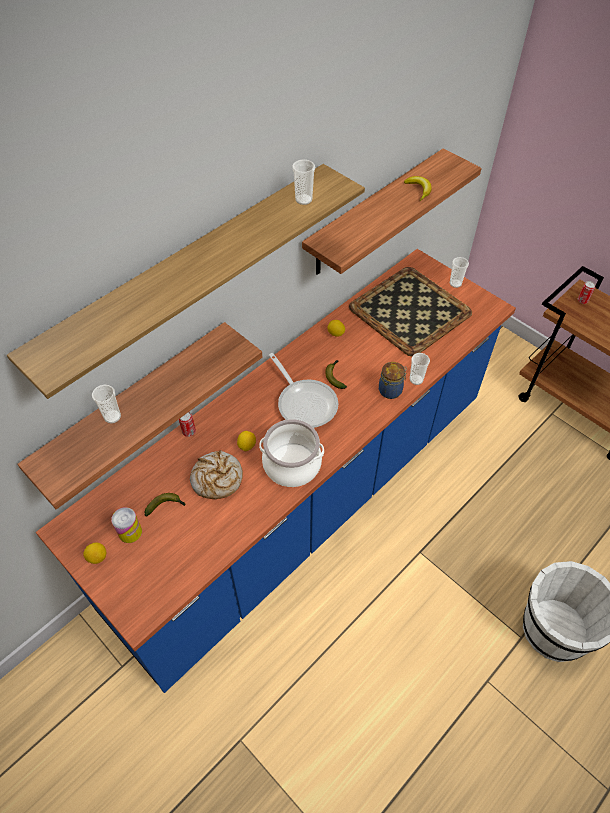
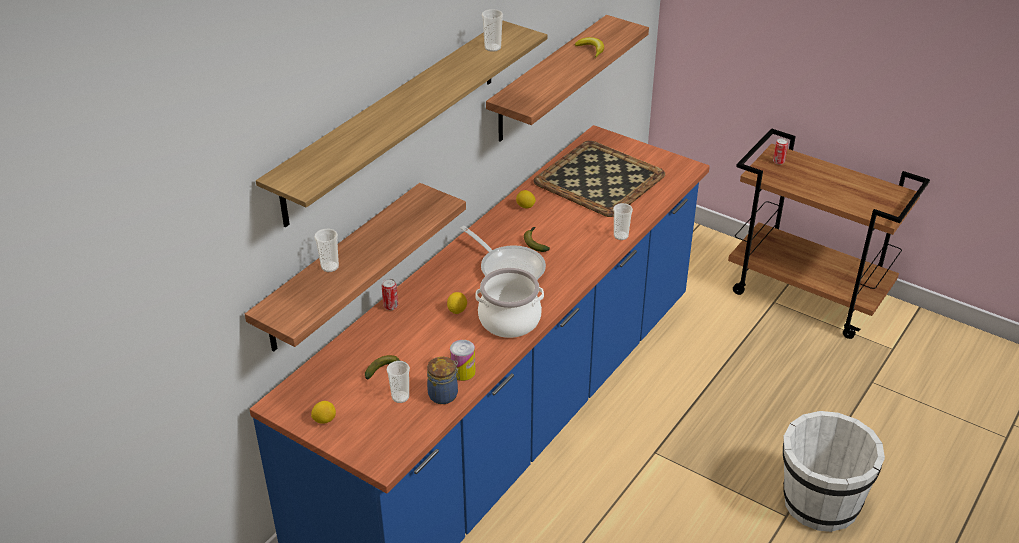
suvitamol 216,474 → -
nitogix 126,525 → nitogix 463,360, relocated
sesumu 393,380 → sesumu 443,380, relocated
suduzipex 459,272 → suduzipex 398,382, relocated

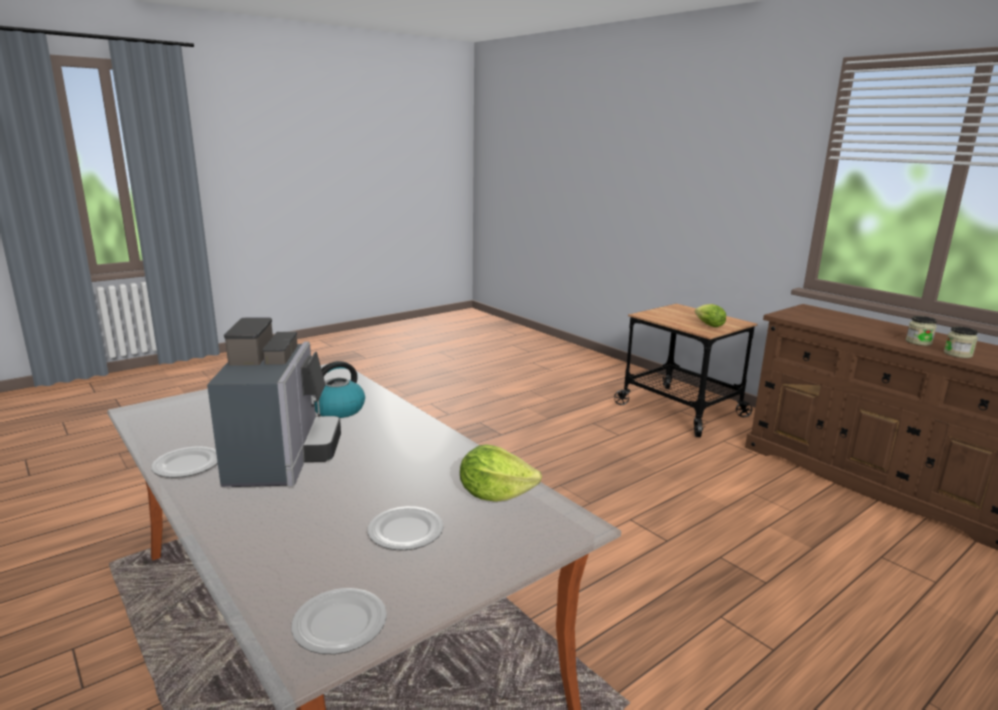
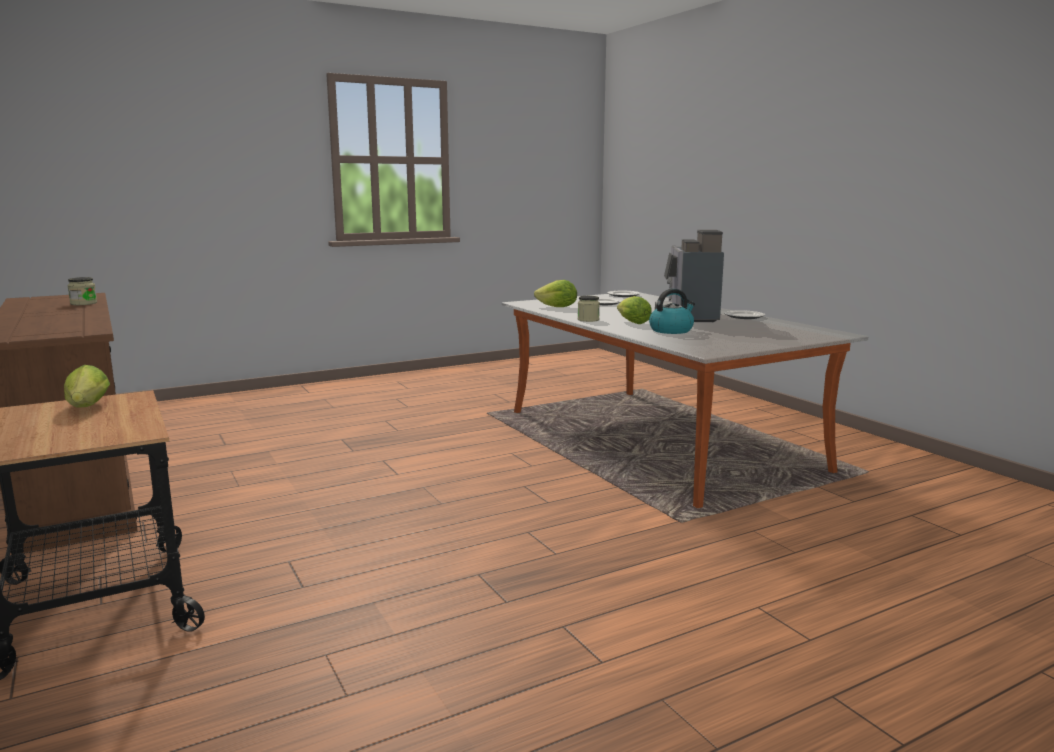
- → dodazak 634,310
sesumu 921,331 → sesumu 589,309, relocated

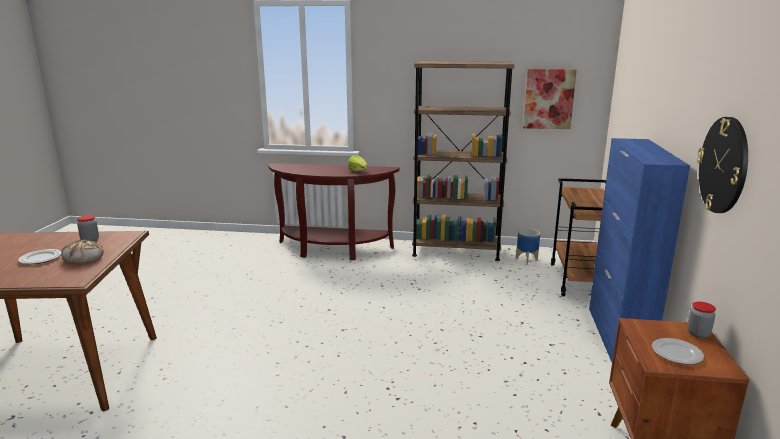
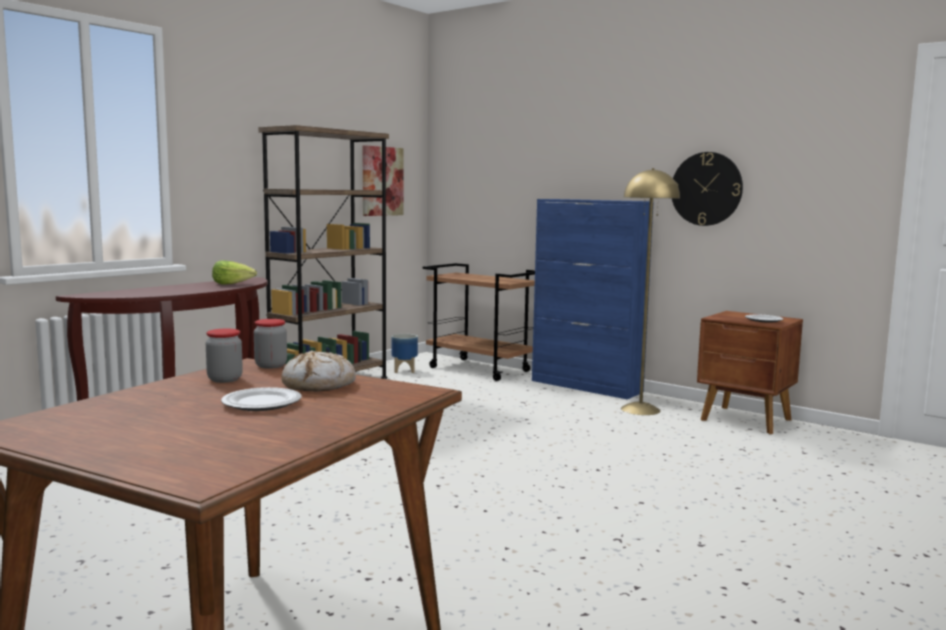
- → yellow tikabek 650,291
sesumu 701,320 → sesumu 270,344, relocated

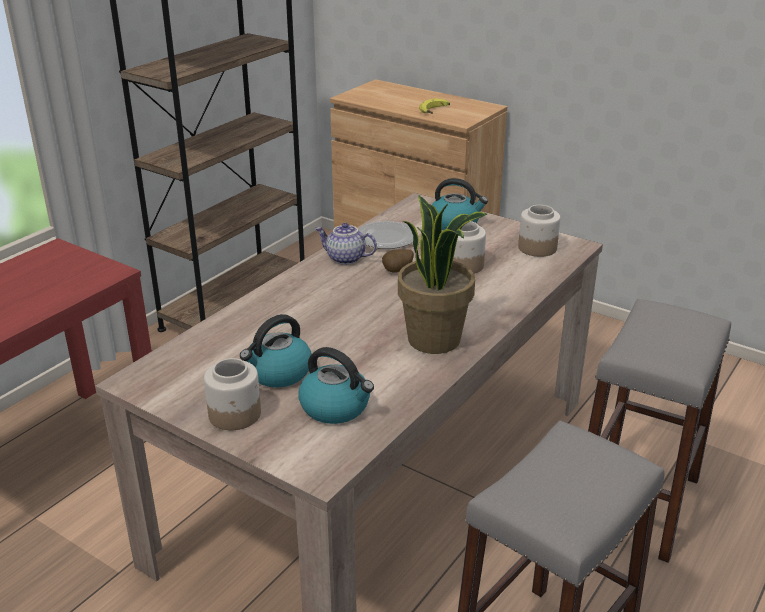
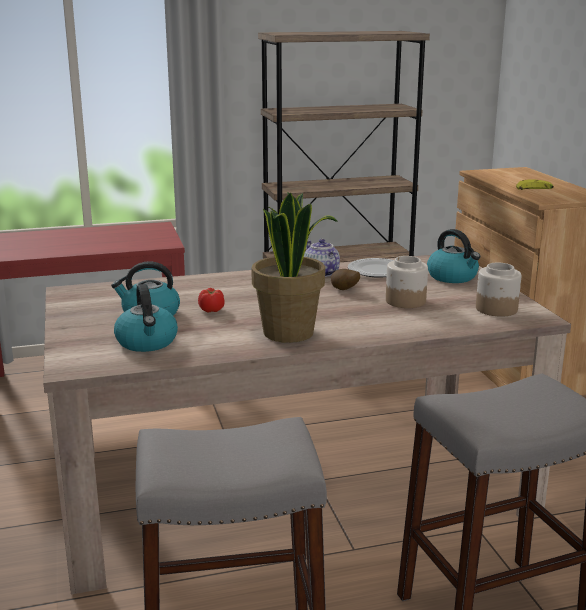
sesumu 232,394 → -
- → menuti 211,300

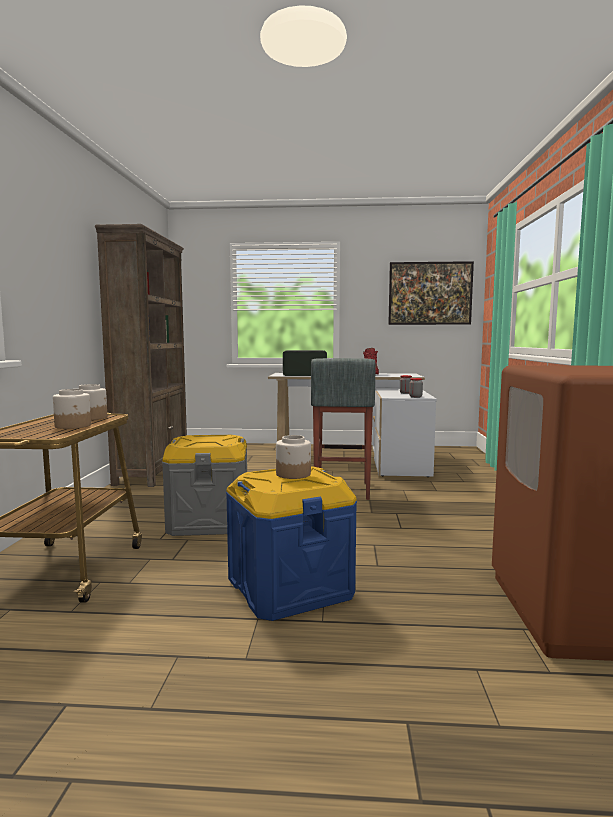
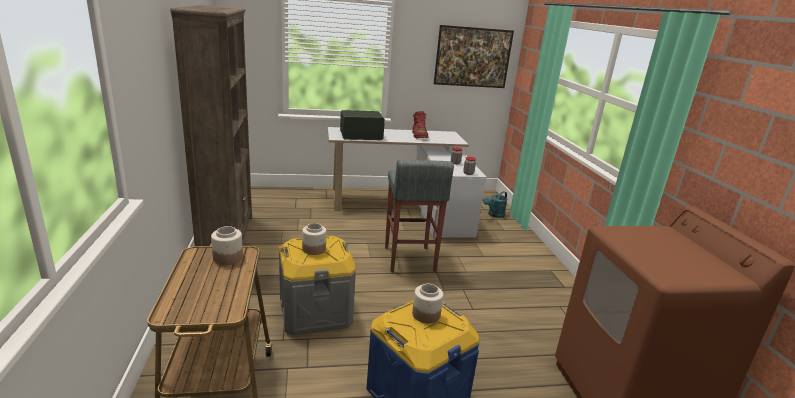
- → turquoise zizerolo 495,204
sesumu 72,409 → sesumu 314,239, relocated

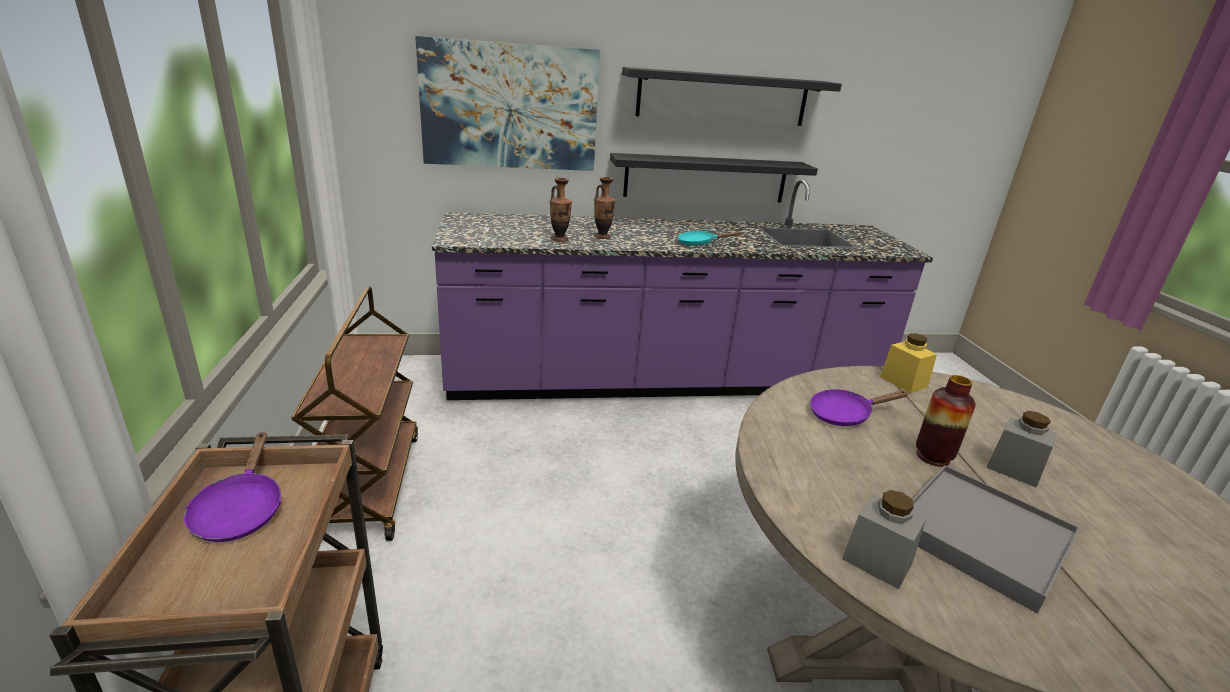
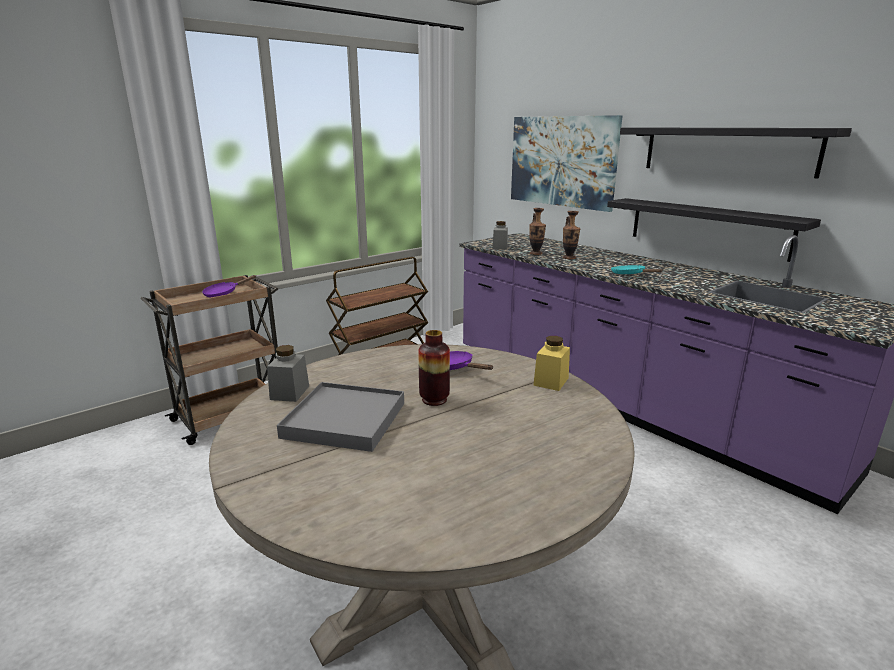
grey sesumu 1021,449 → grey sesumu 500,235, relocated

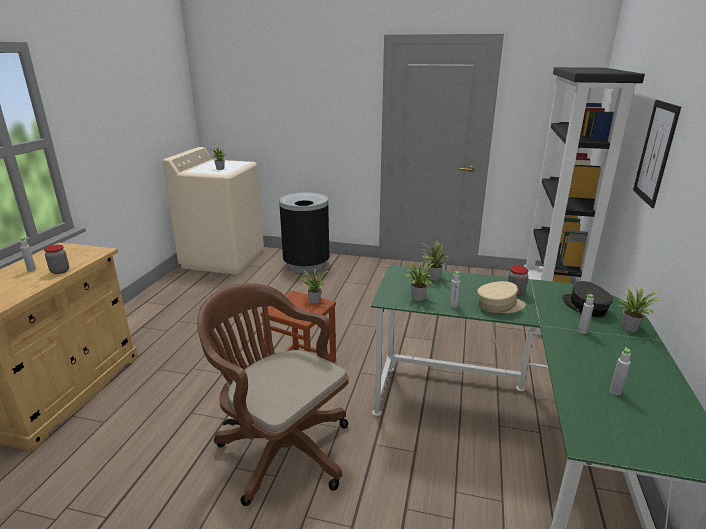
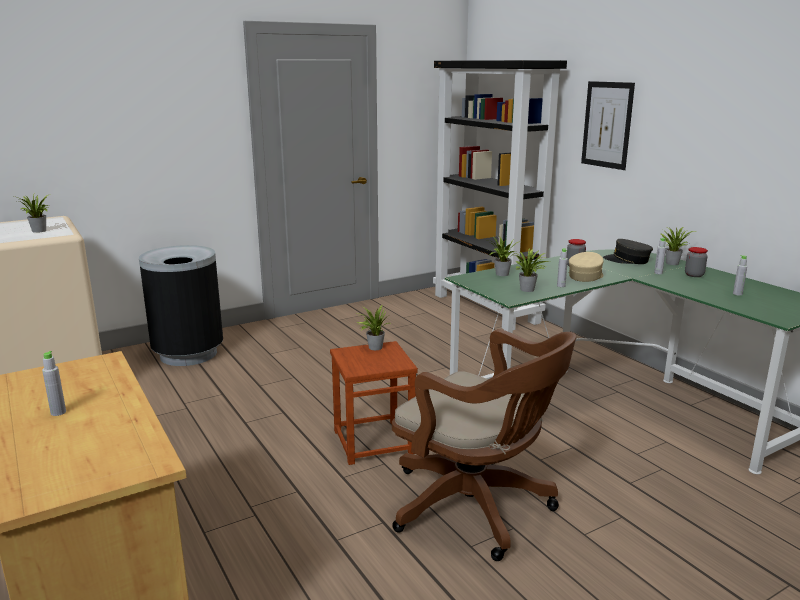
sesumu 56,259 → sesumu 696,262, relocated
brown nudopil 273,394 → brown nudopil 484,445, 135 degrees counterclockwise

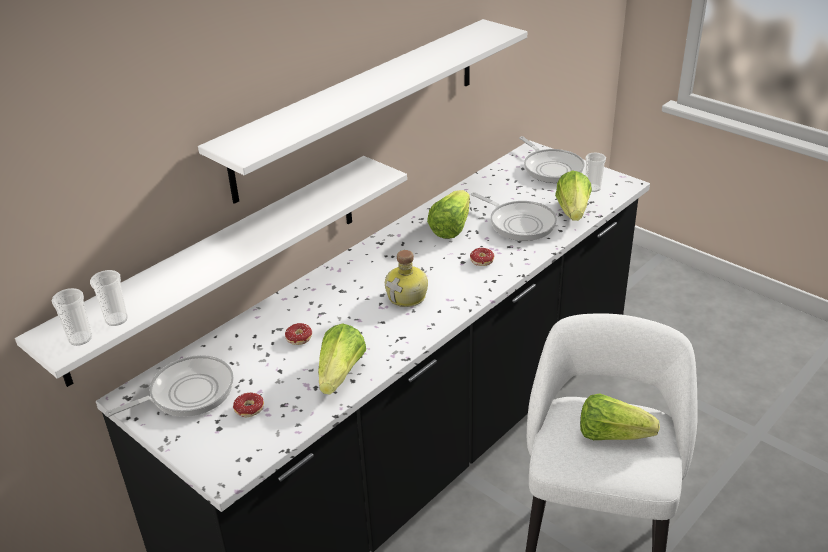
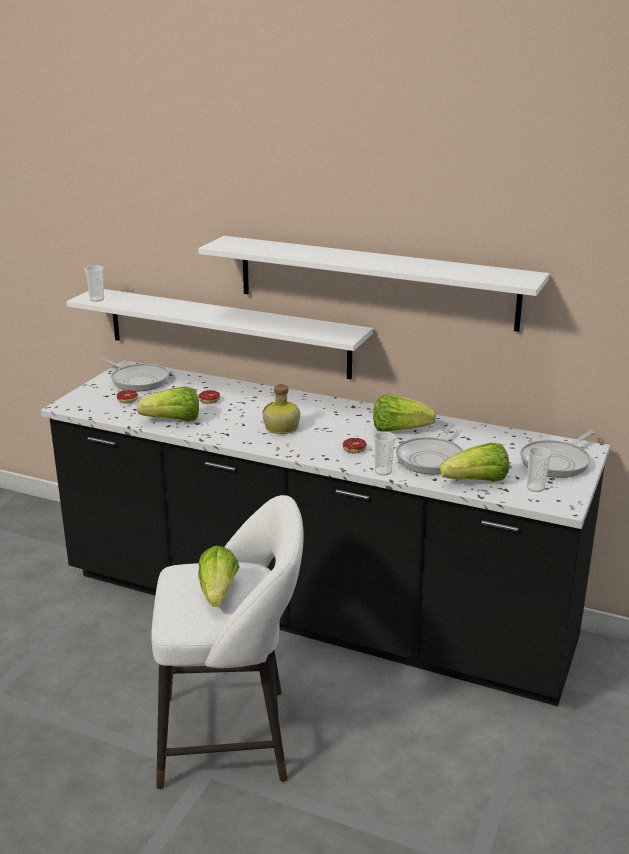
suduzipex 109,298 → suduzipex 384,453, relocated

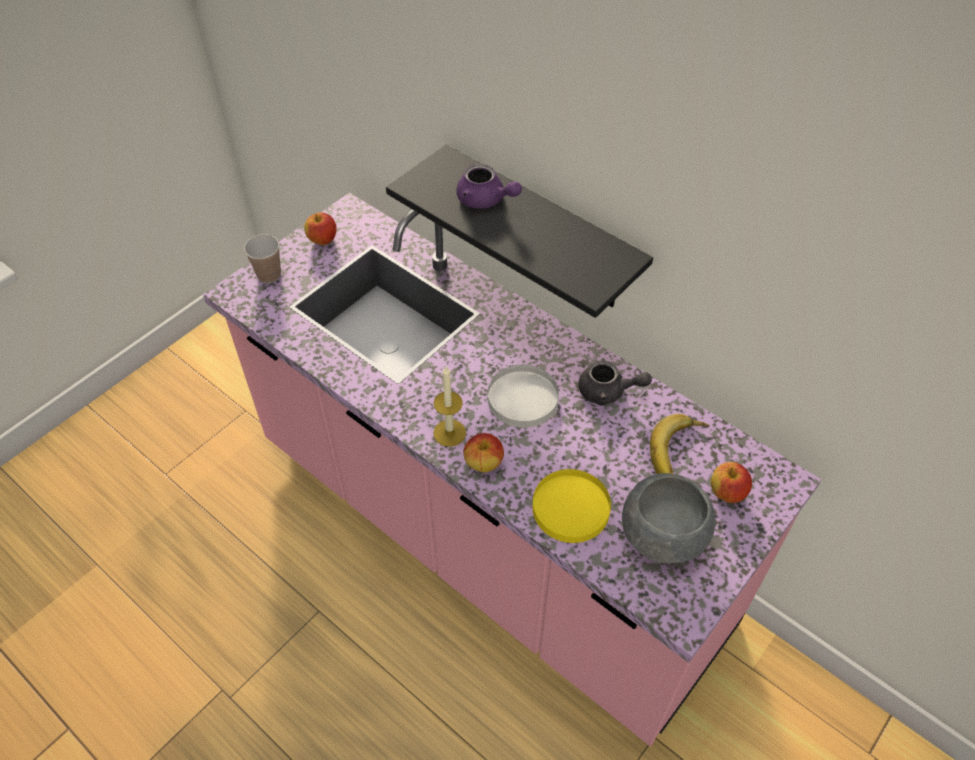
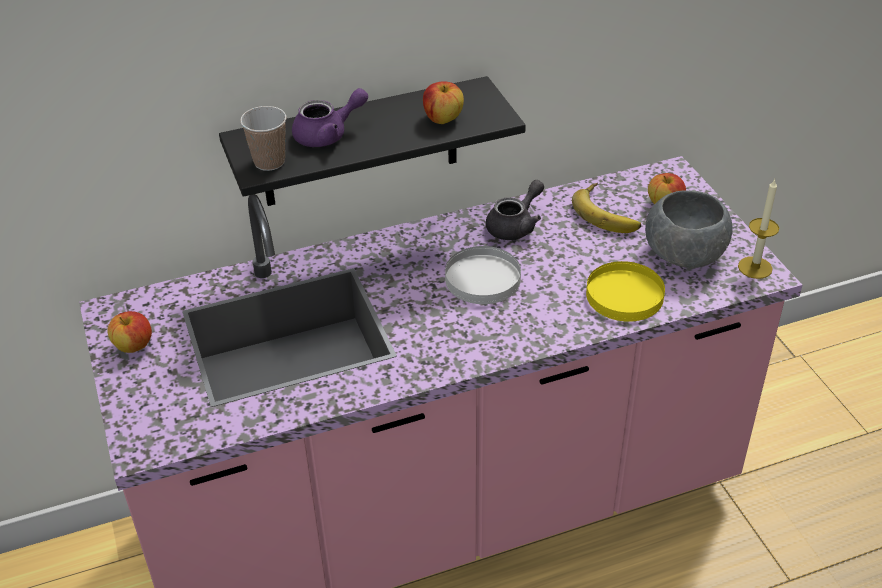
suduzipex 262,258 → suduzipex 263,138, relocated
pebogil 449,407 → pebogil 758,229, relocated
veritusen 483,452 → veritusen 443,102, relocated

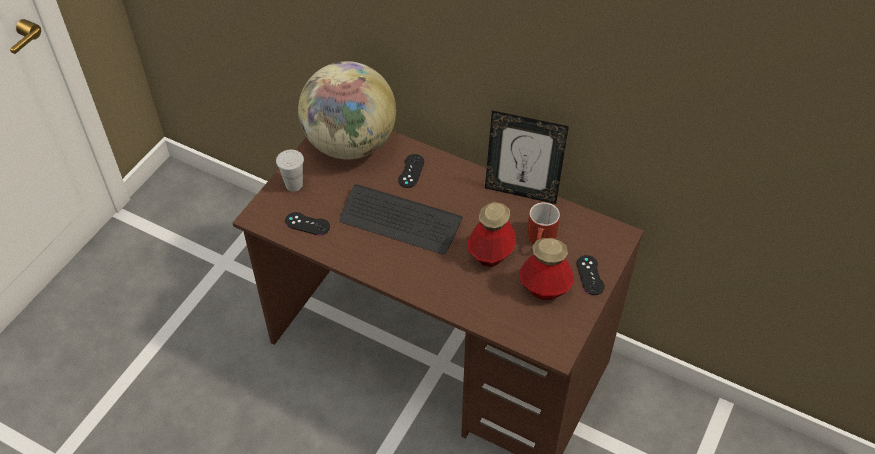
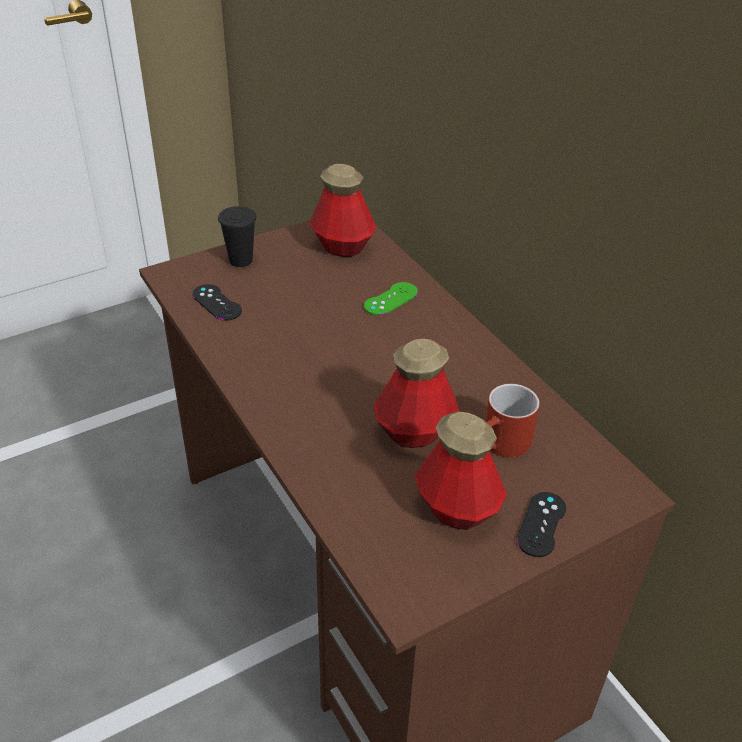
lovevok 401,219 → -
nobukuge 527,157 → -
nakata 347,110 → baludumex 342,210
white suduzipex 290,170 → black suduzipex 237,236
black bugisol 411,171 → green bugisol 391,299

